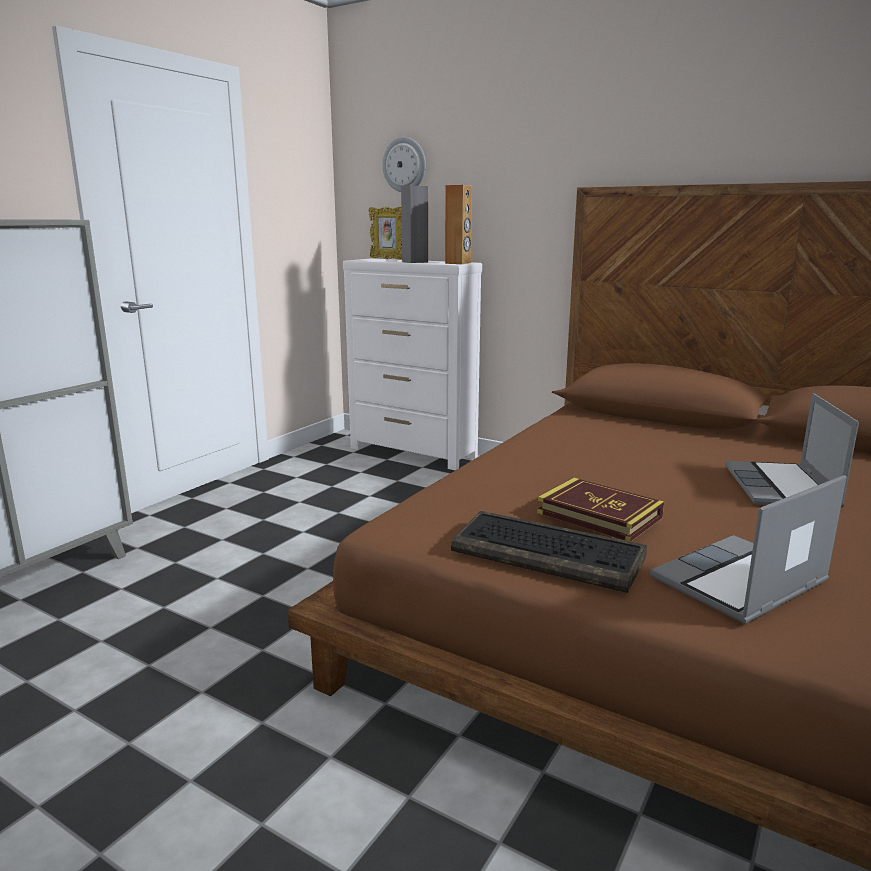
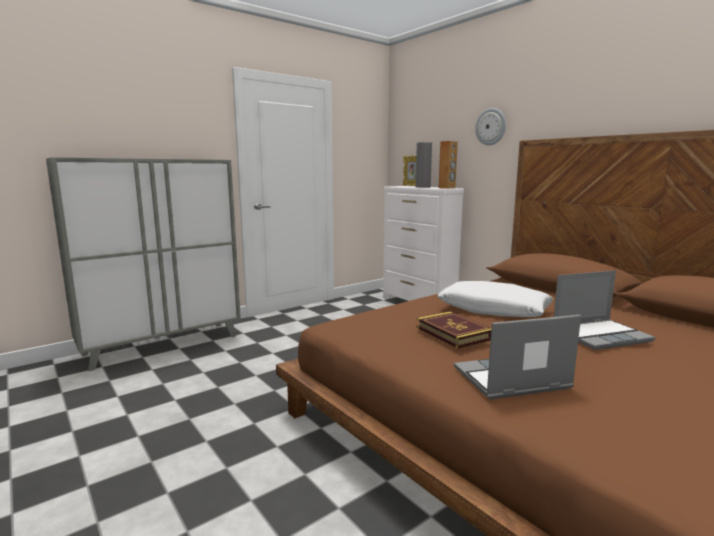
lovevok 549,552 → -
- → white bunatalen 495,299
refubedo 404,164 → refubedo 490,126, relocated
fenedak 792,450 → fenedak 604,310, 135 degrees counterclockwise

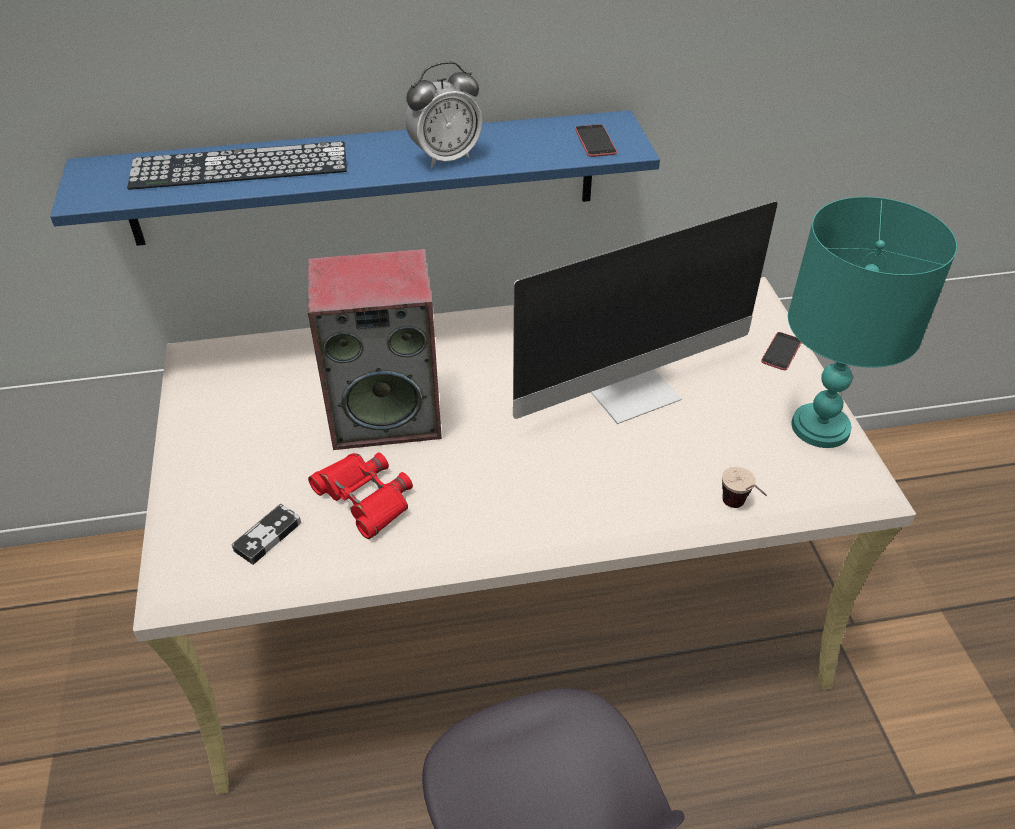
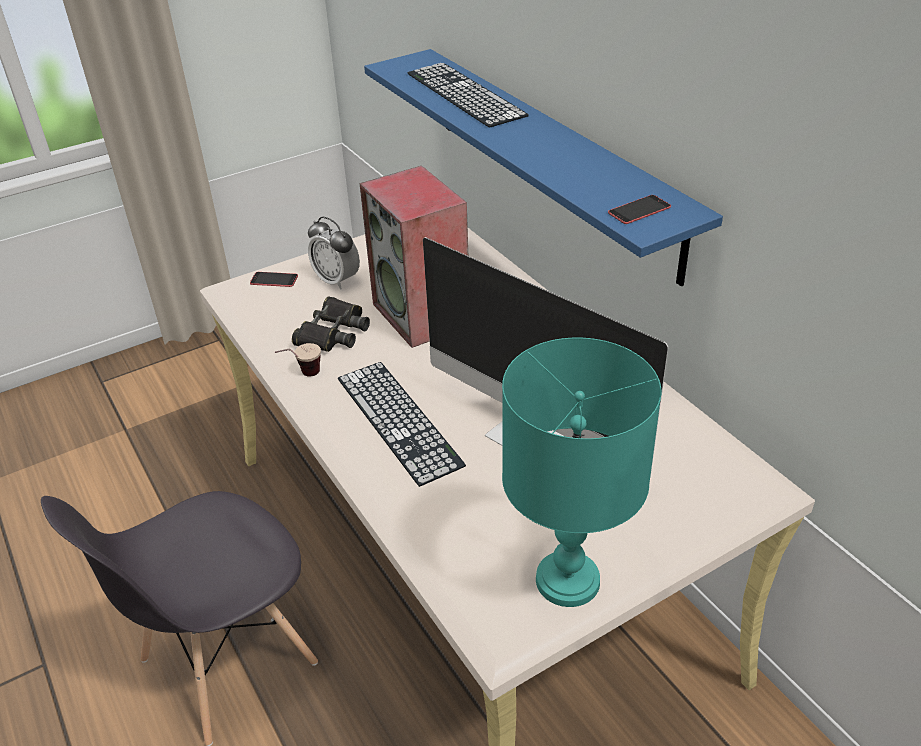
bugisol 266,534 → -
- → lovevok 402,424
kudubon 443,115 → kudubon 334,253, relocated
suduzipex 744,487 → suduzipex 298,360, relocated
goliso 781,351 → goliso 274,279, relocated
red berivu 360,495 → black berivu 331,324

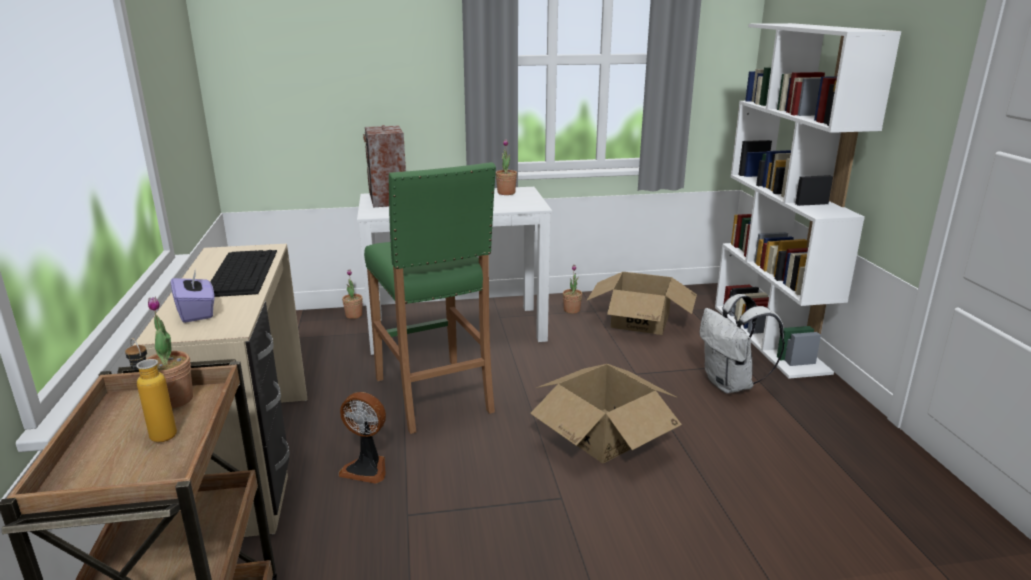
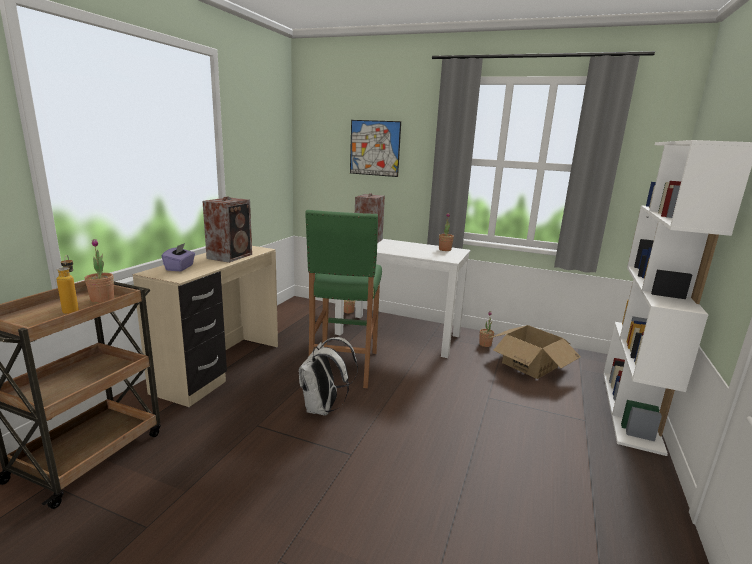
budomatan 362,438 → -
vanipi 606,414 → -
- → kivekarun 375,148
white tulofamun 742,344 → white tulofamun 328,376, relocated
lovevok 243,273 → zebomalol 227,229

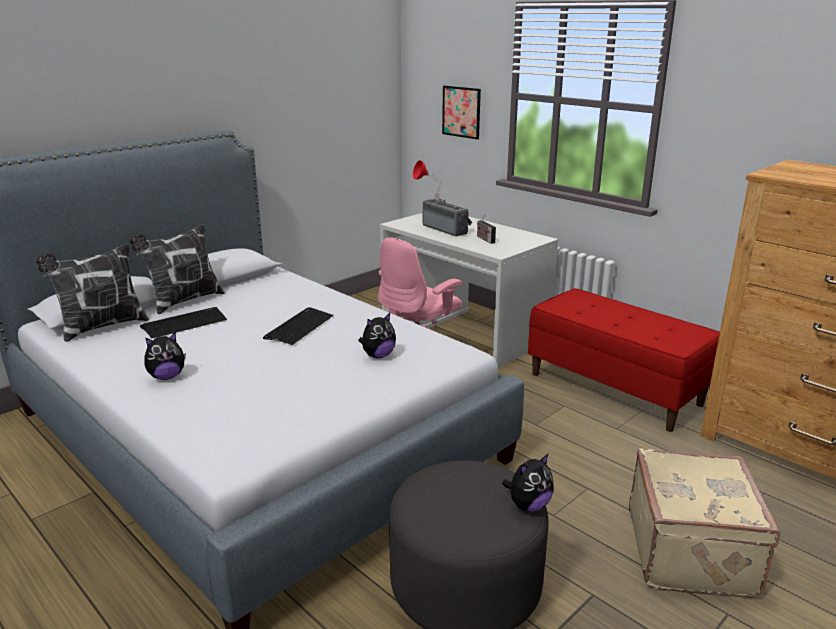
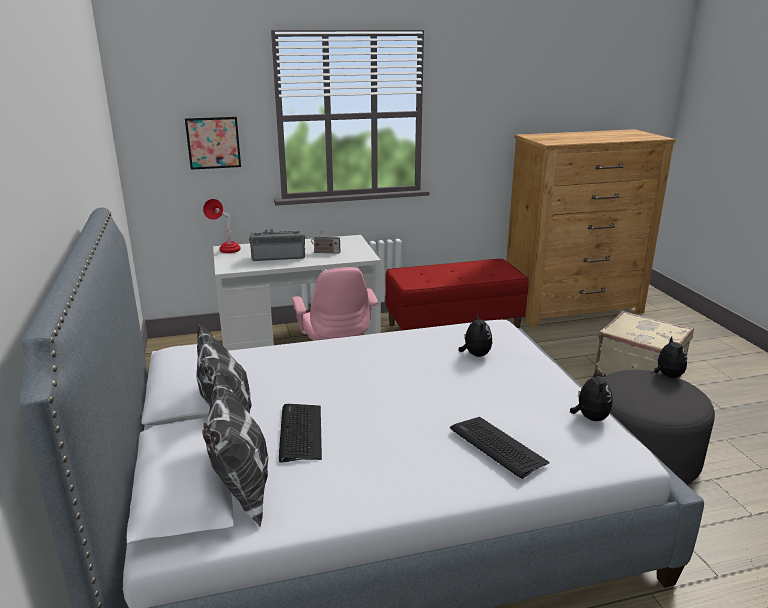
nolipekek 165,356 → nolipekek 591,395, relocated
lovevok 298,326 → lovevok 500,448, relocated

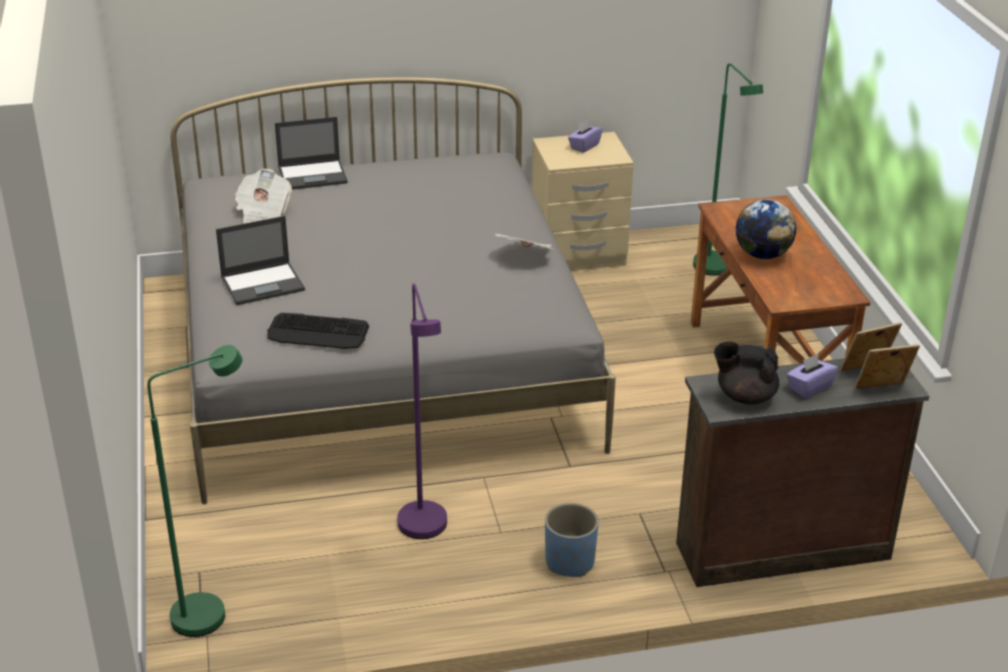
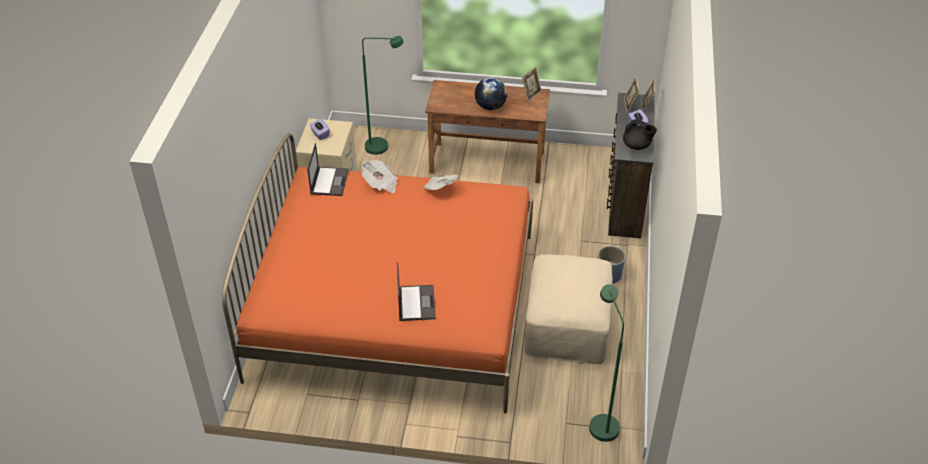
lovevok 318,331 → -
- → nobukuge 531,84
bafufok 263,196 → bafufok 380,176, relocated
fenedak 311,153 → fenedak 328,169, relocated
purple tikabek 422,411 → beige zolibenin 569,309
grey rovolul 393,290 → orange rovolul 377,273
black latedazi 746,373 → black latedazi 640,134, 90 degrees counterclockwise

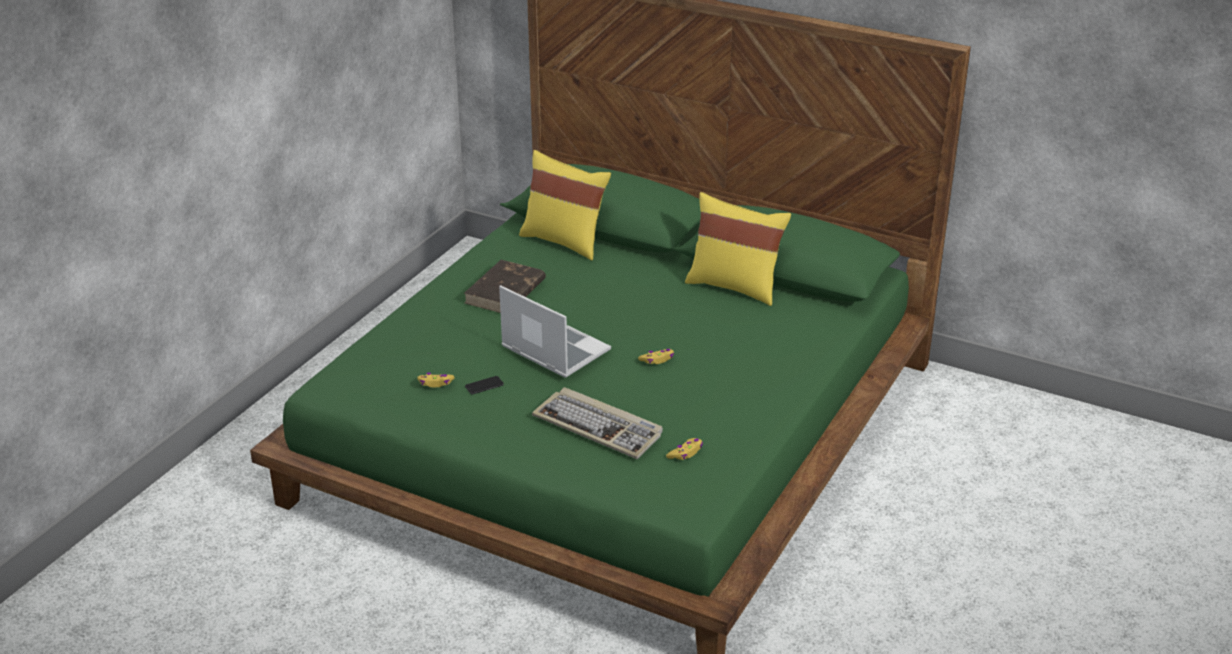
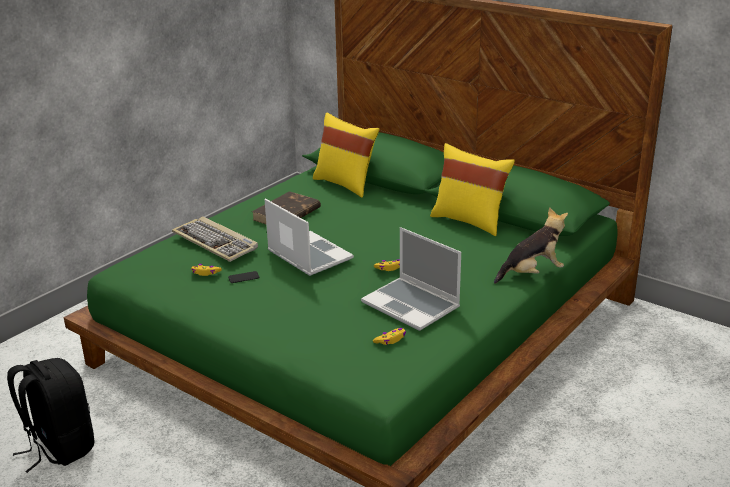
- → black tulofamun 50,415
- → fenedak 411,279
- → nolipekek 531,245
lovevok 597,423 → lovevok 215,239, relocated

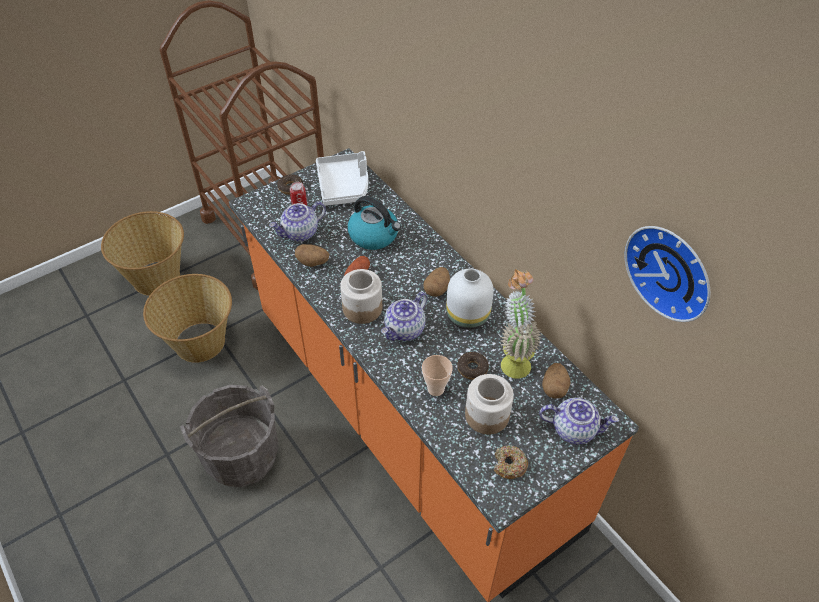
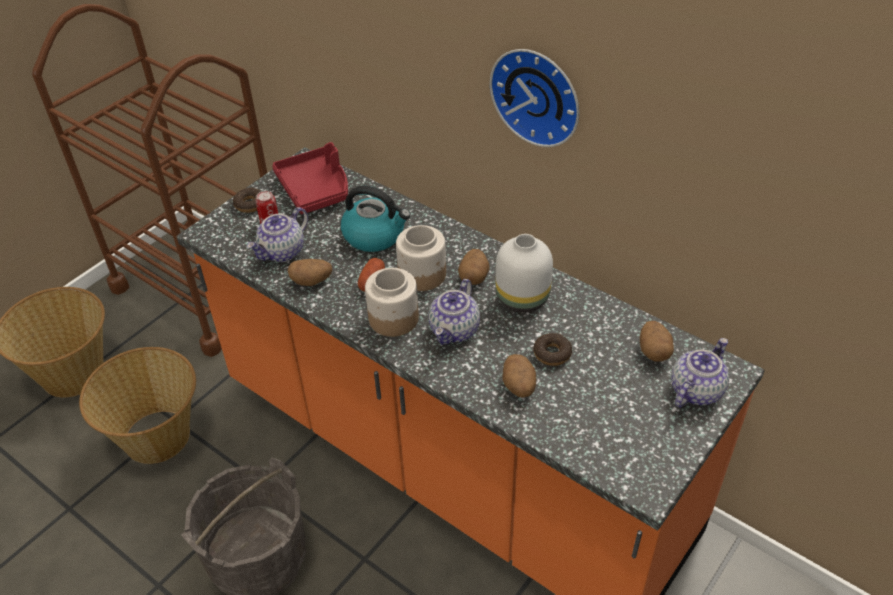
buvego 511,462 → -
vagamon 521,323 → -
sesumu 489,404 → sesumu 421,258, relocated
refubedo 667,274 → refubedo 534,98, relocated
suduzipex 437,375 → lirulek 519,376
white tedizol 342,178 → red tedizol 310,178
latedazi 579,421 → latedazi 700,373, 45 degrees counterclockwise

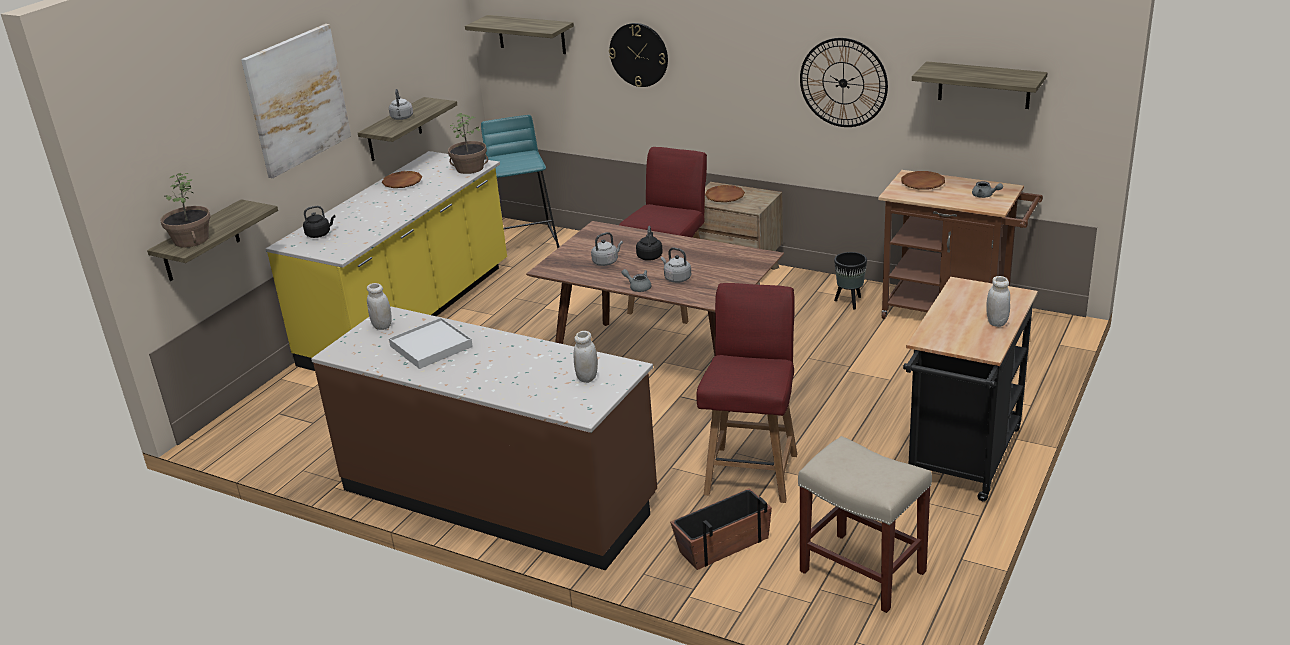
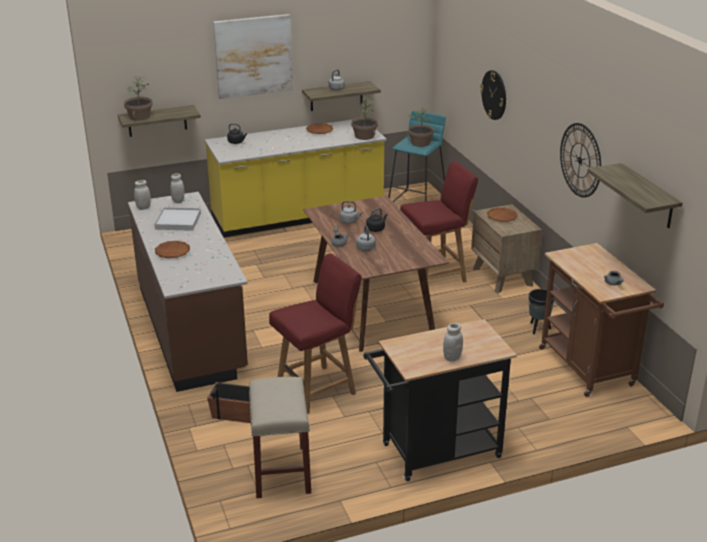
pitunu 519,34 → -
- → vagamon 420,128
white sesumu 585,357 → white sesumu 142,195, relocated
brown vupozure 923,180 → brown vupozure 172,249, relocated

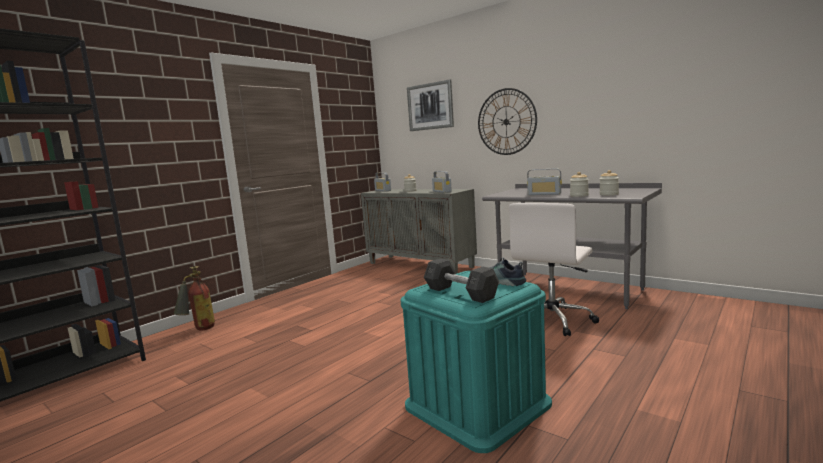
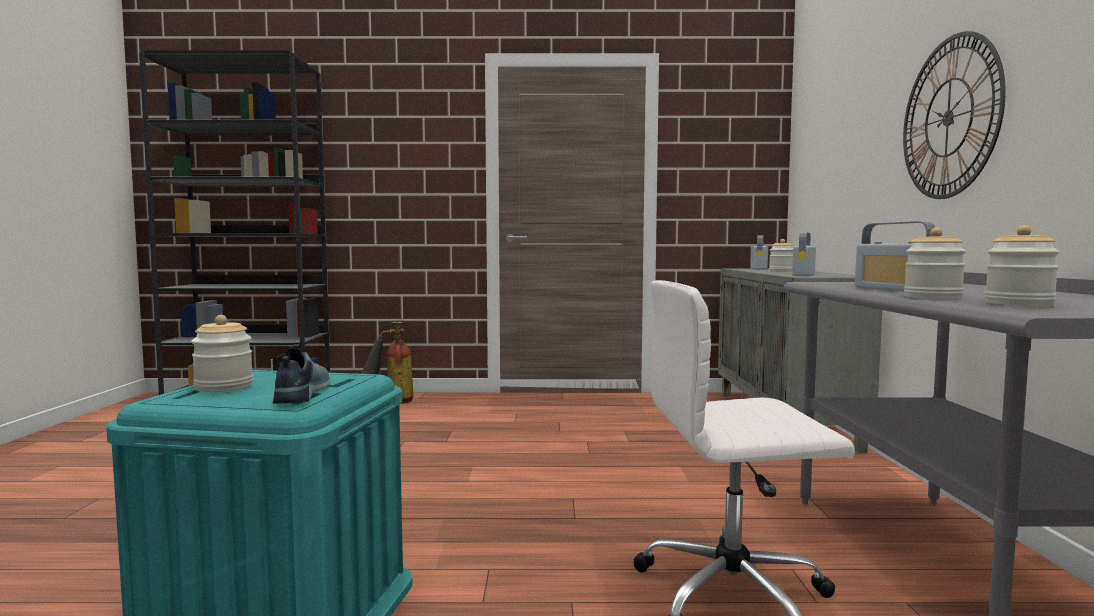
kivekarun 430,105 → -
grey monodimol 461,280 → sesumu 222,353

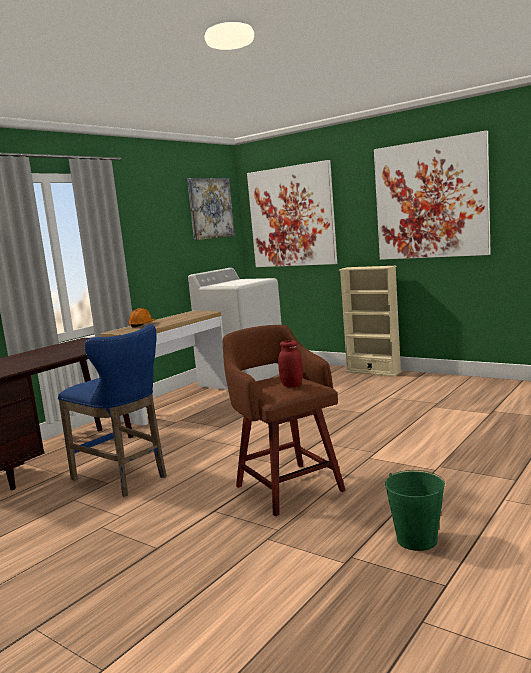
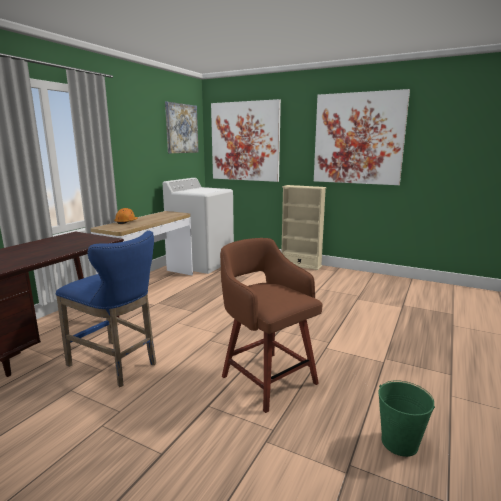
red sesumu 290,363 → -

